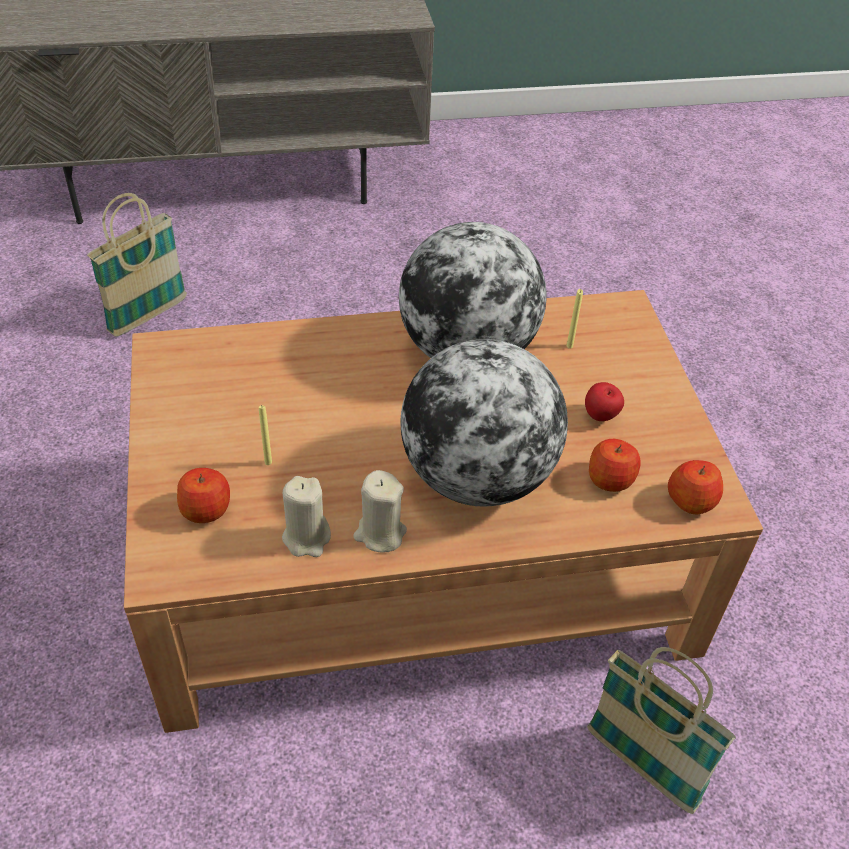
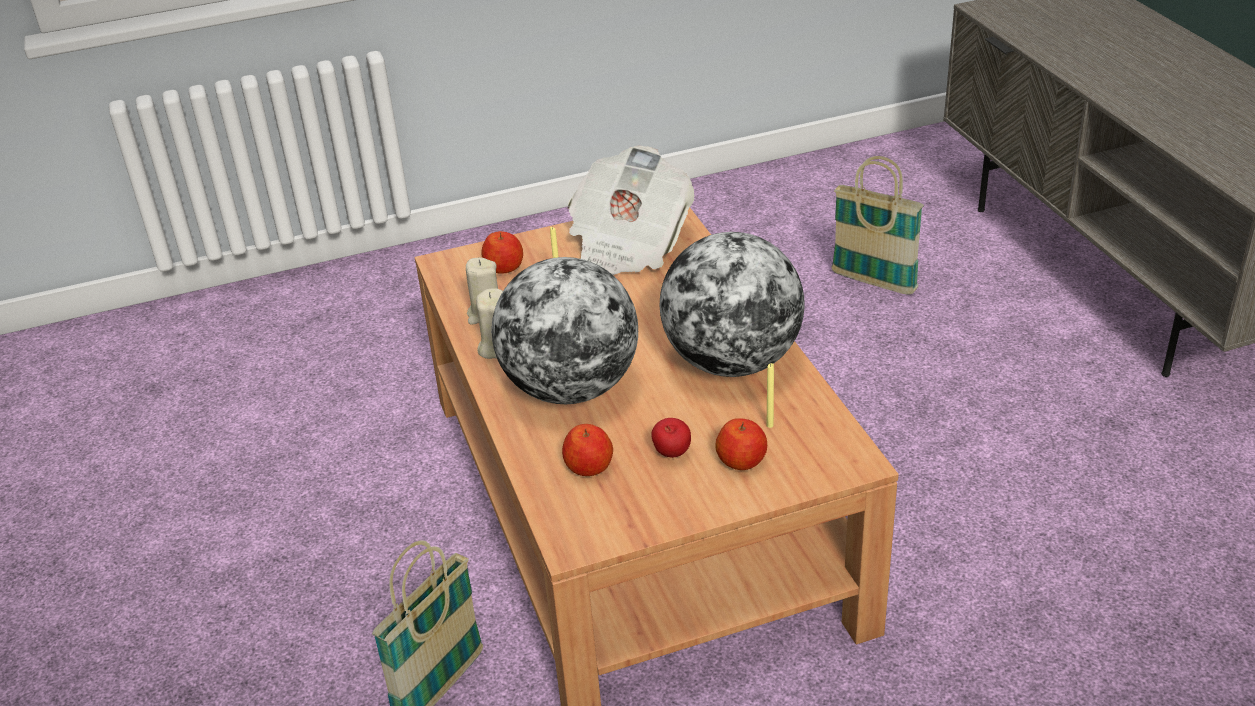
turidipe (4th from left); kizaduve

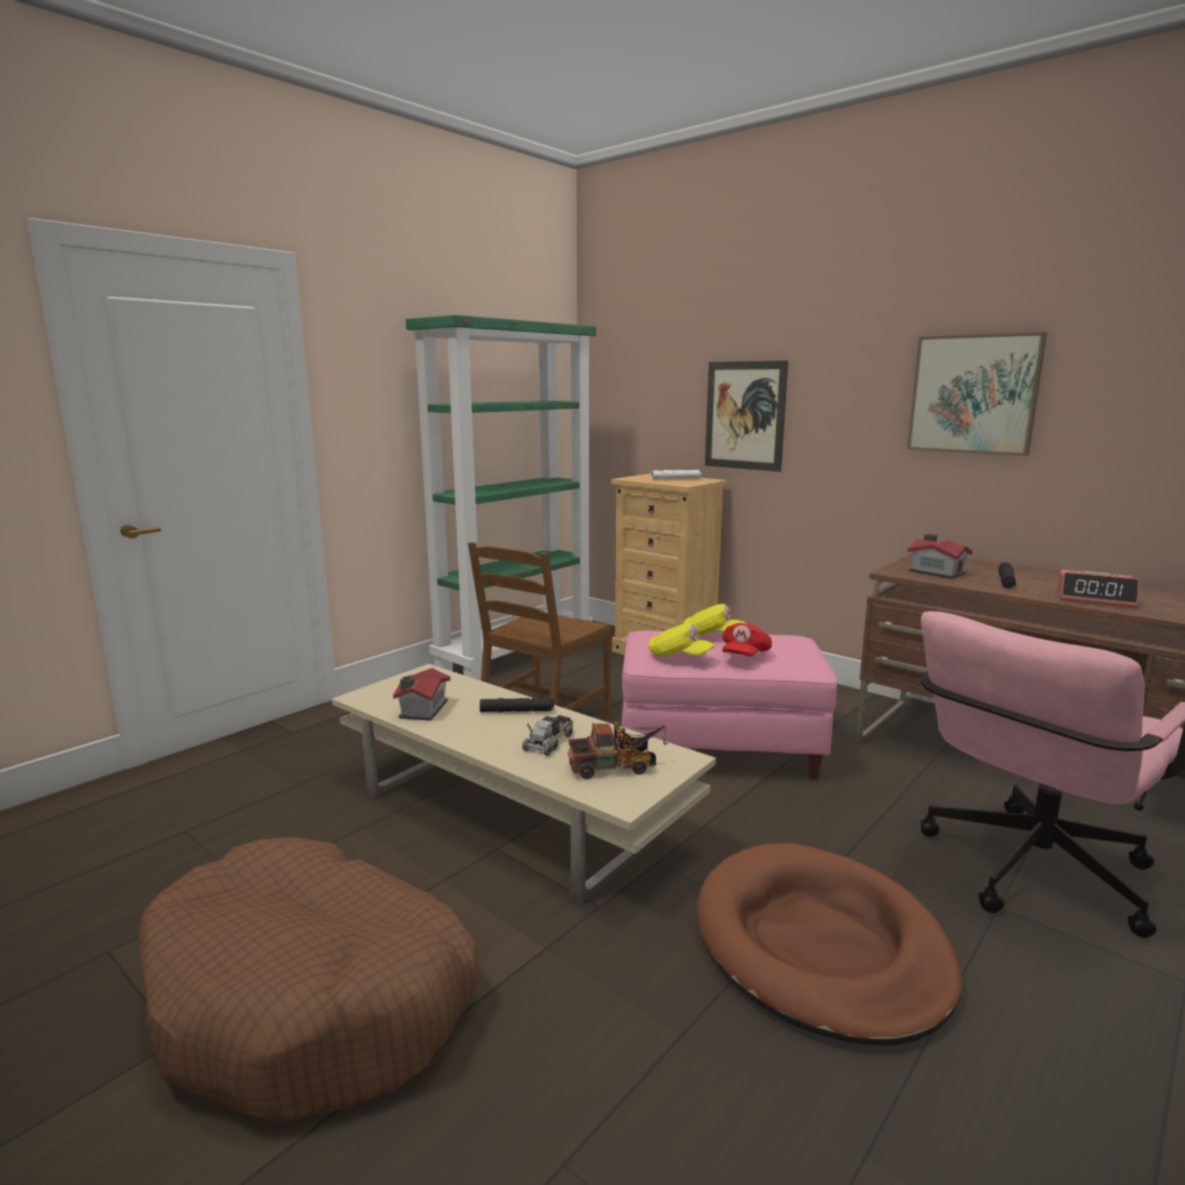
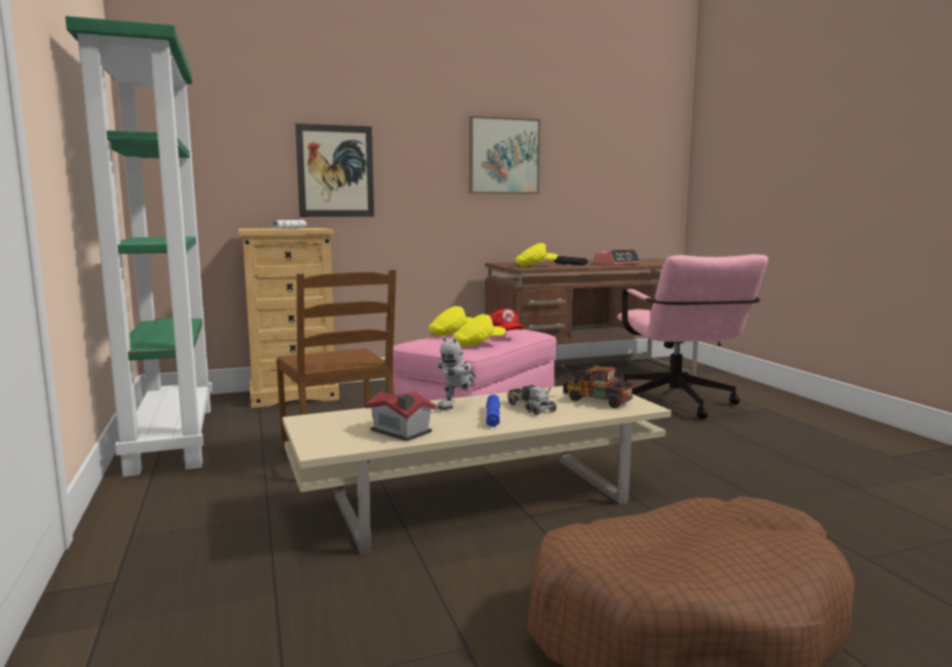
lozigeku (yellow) (3rd from left); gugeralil; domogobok (2nd from left); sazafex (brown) (2nd from left in the first image); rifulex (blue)

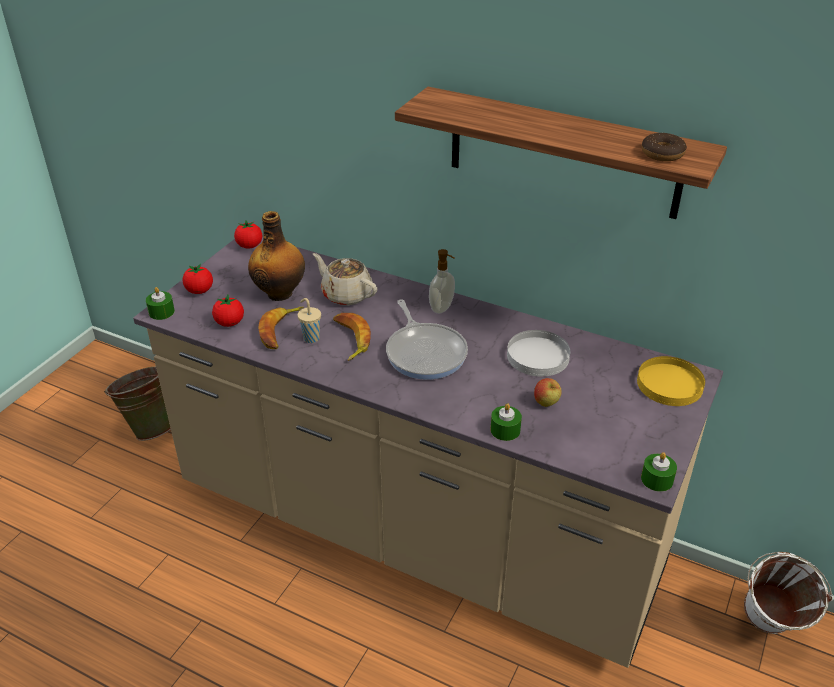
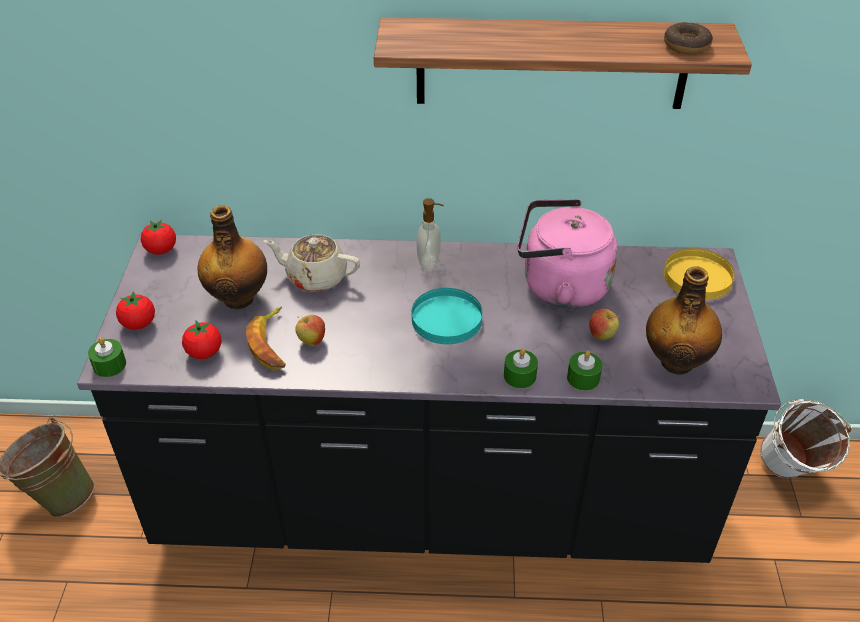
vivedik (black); turidipe (1st from left); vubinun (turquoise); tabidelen (2nd from left in the first image); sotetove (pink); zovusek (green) (2nd from left); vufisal (2nd from left)

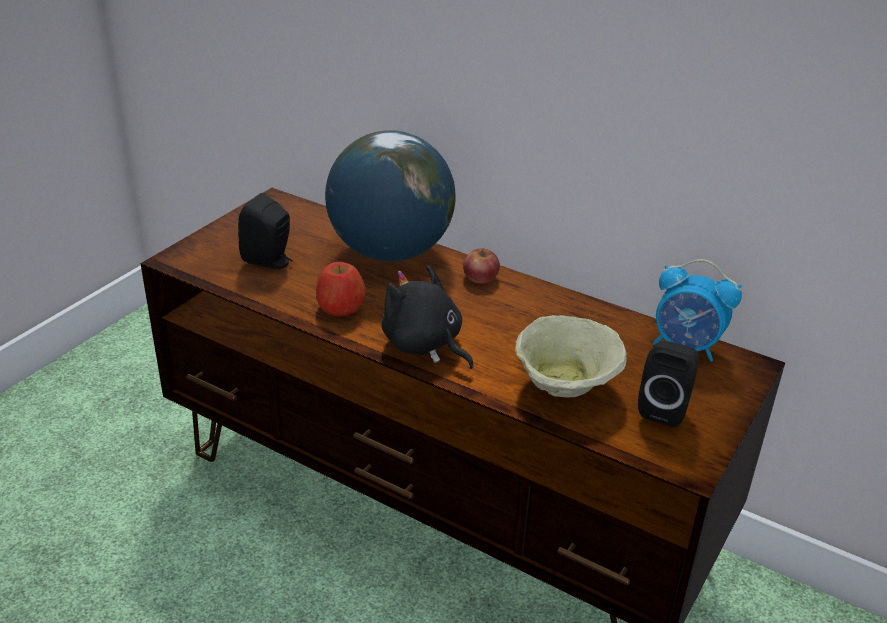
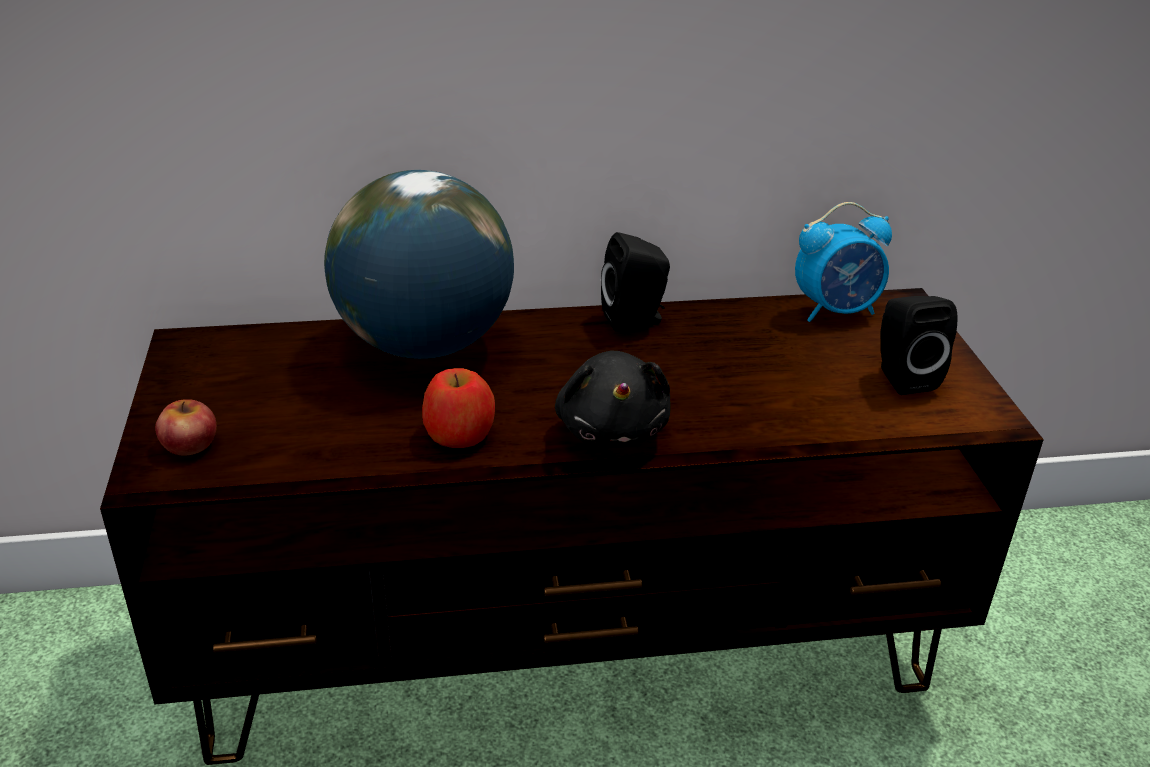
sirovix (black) (1st from left); turidipe (1st from left); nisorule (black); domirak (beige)

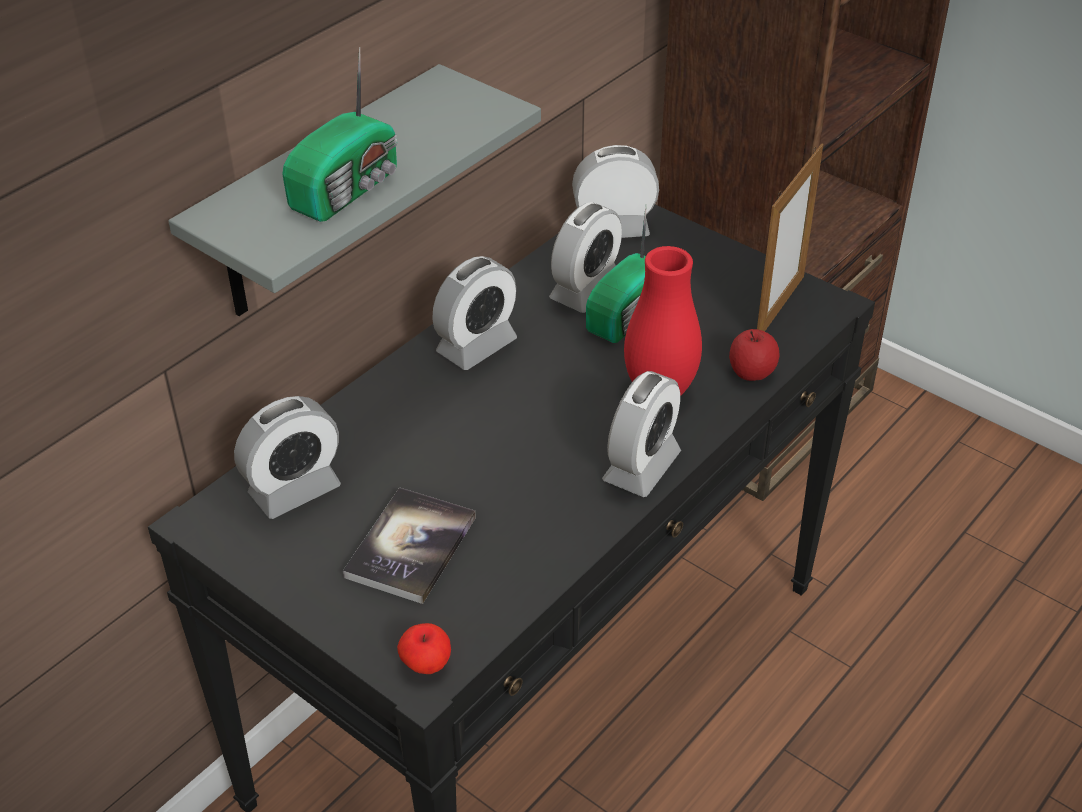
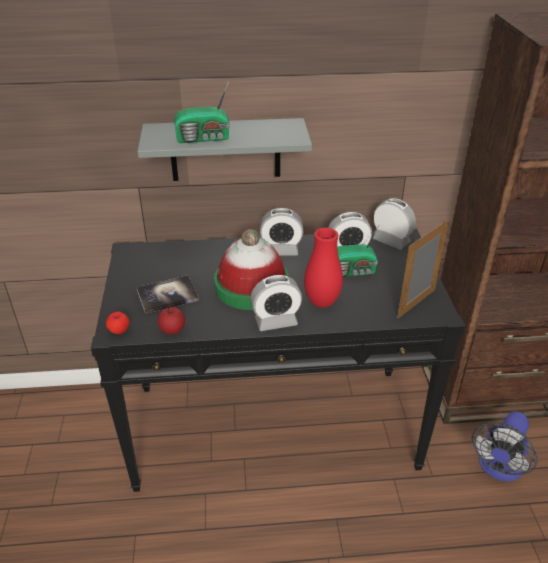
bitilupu; turidipe (2nd from left); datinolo (1st from left in the first image); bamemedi; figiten

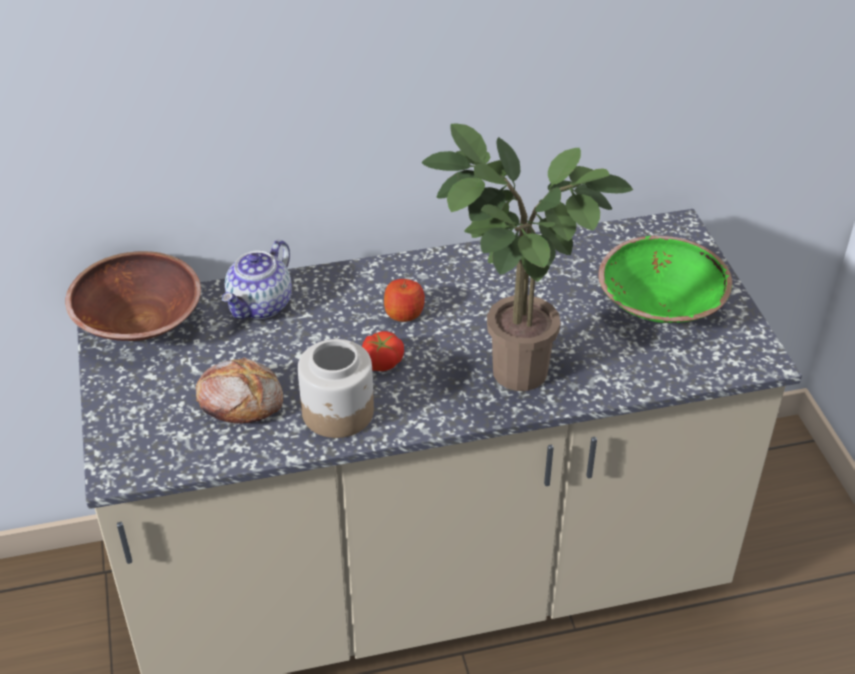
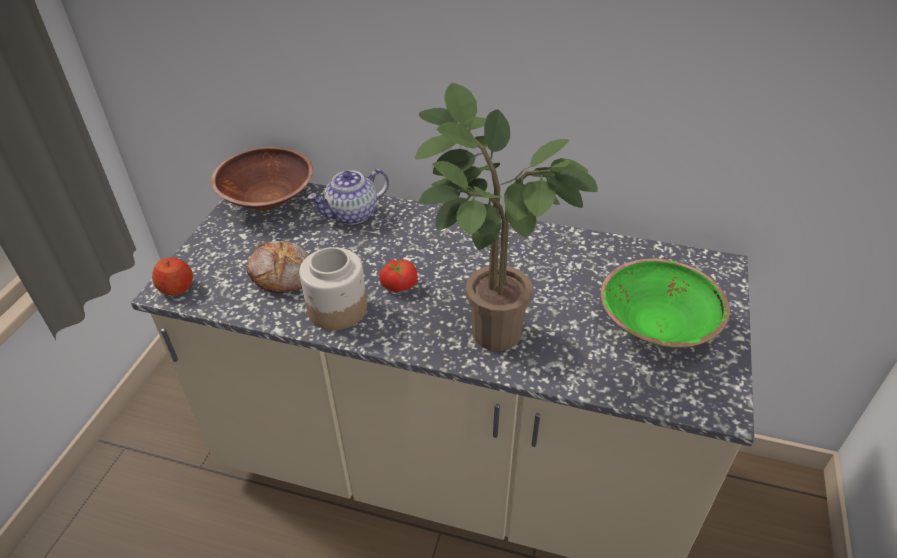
turidipe

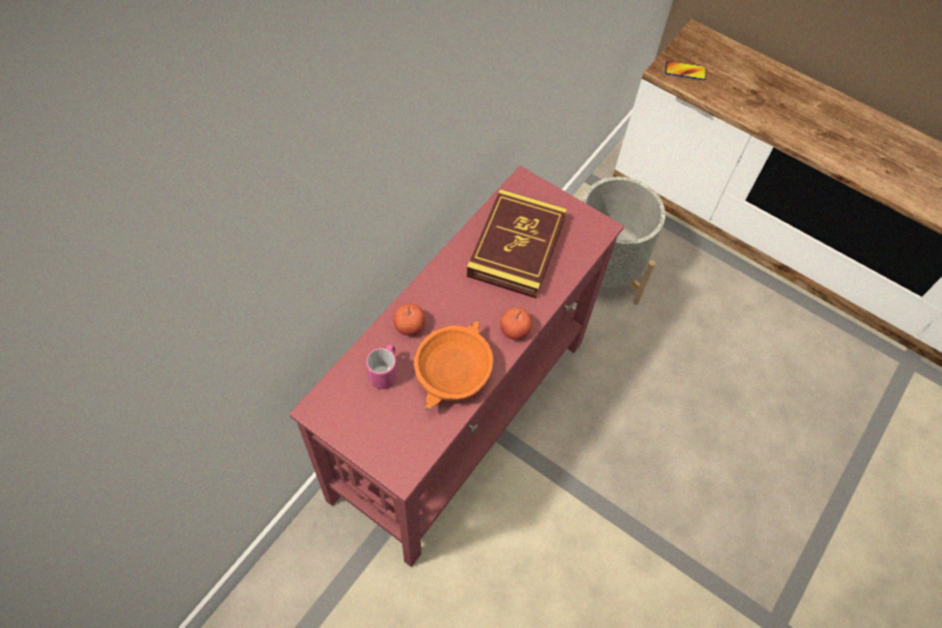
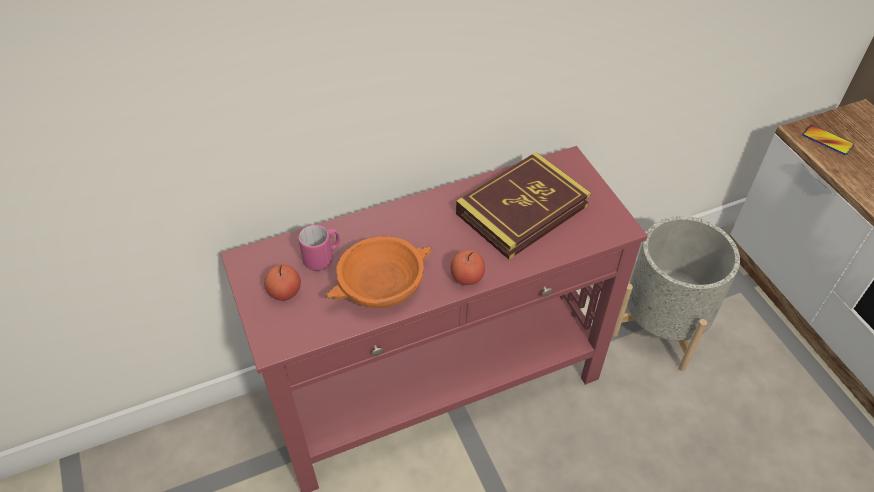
turidipe (1st from left)

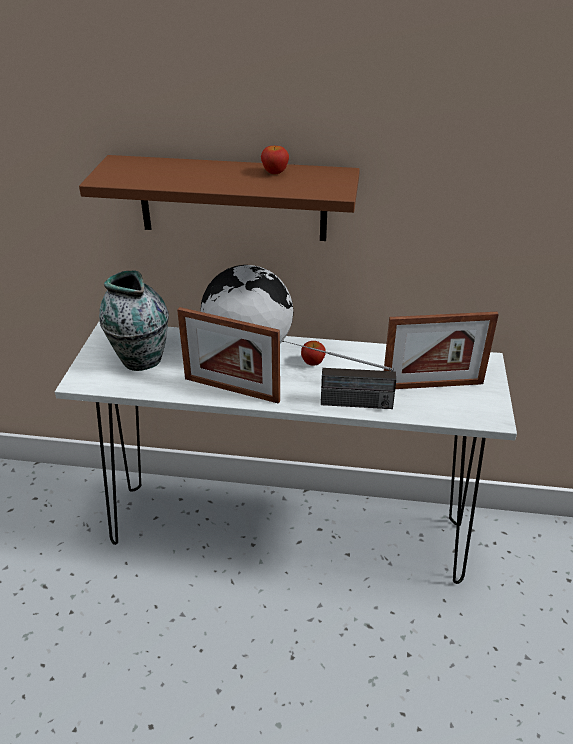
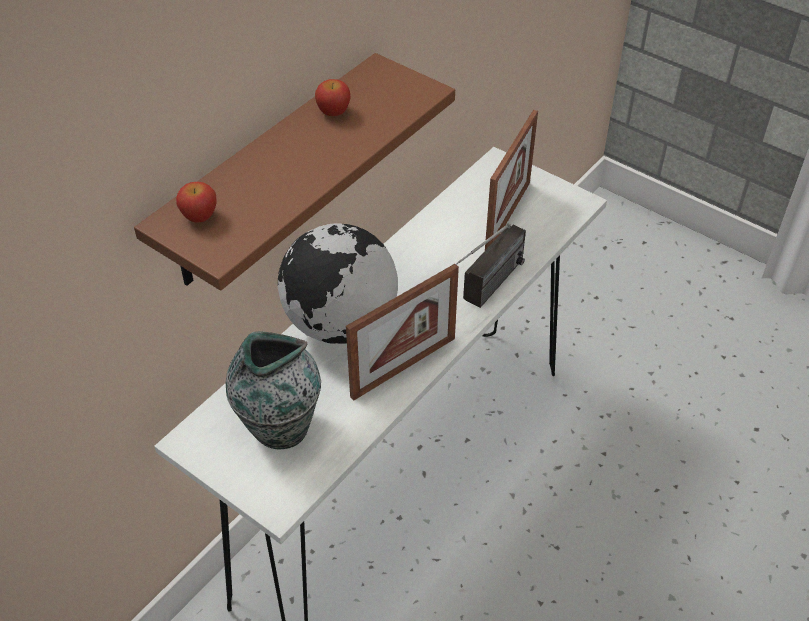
turidipe (1st from left)

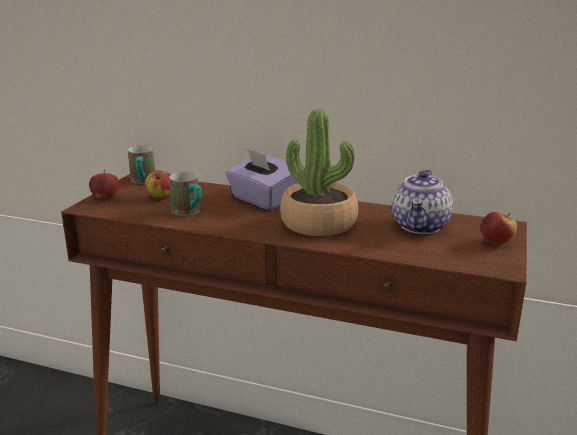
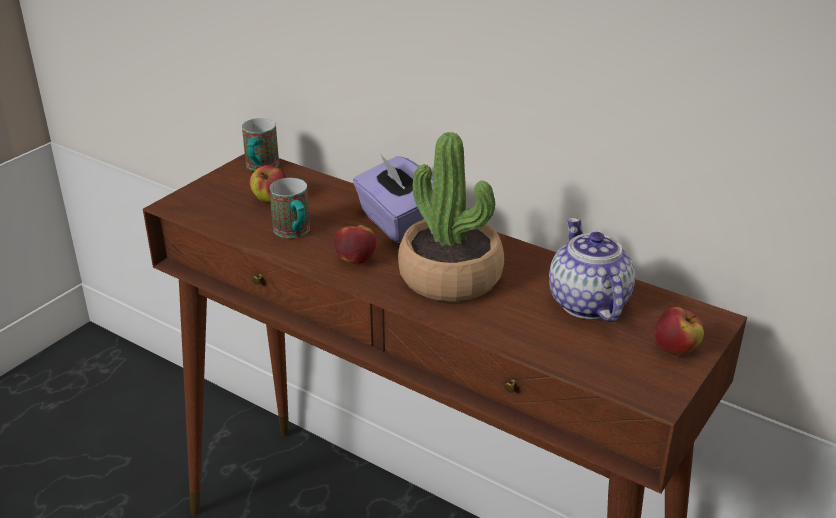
turidipe (2nd from left); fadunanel

